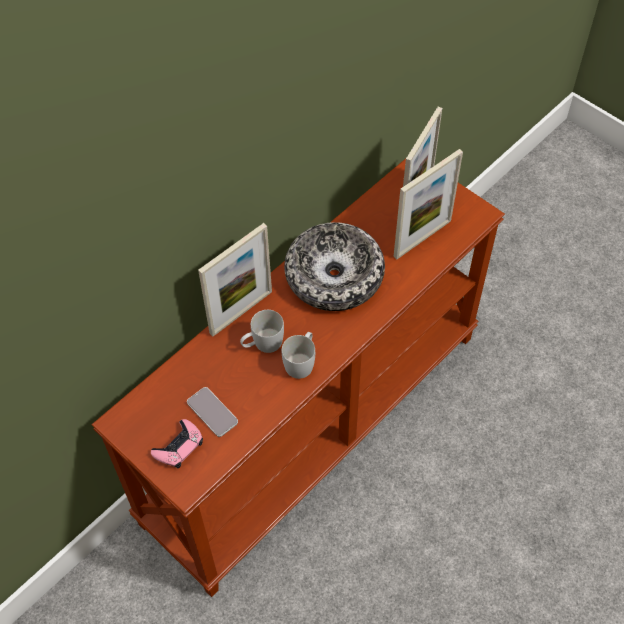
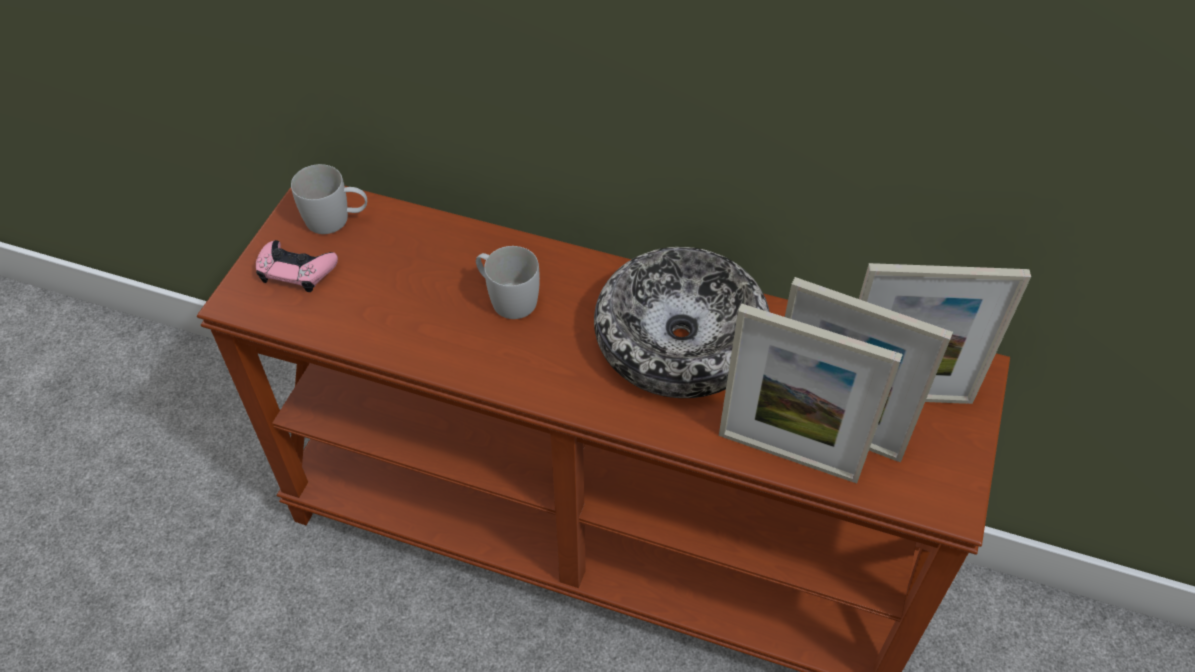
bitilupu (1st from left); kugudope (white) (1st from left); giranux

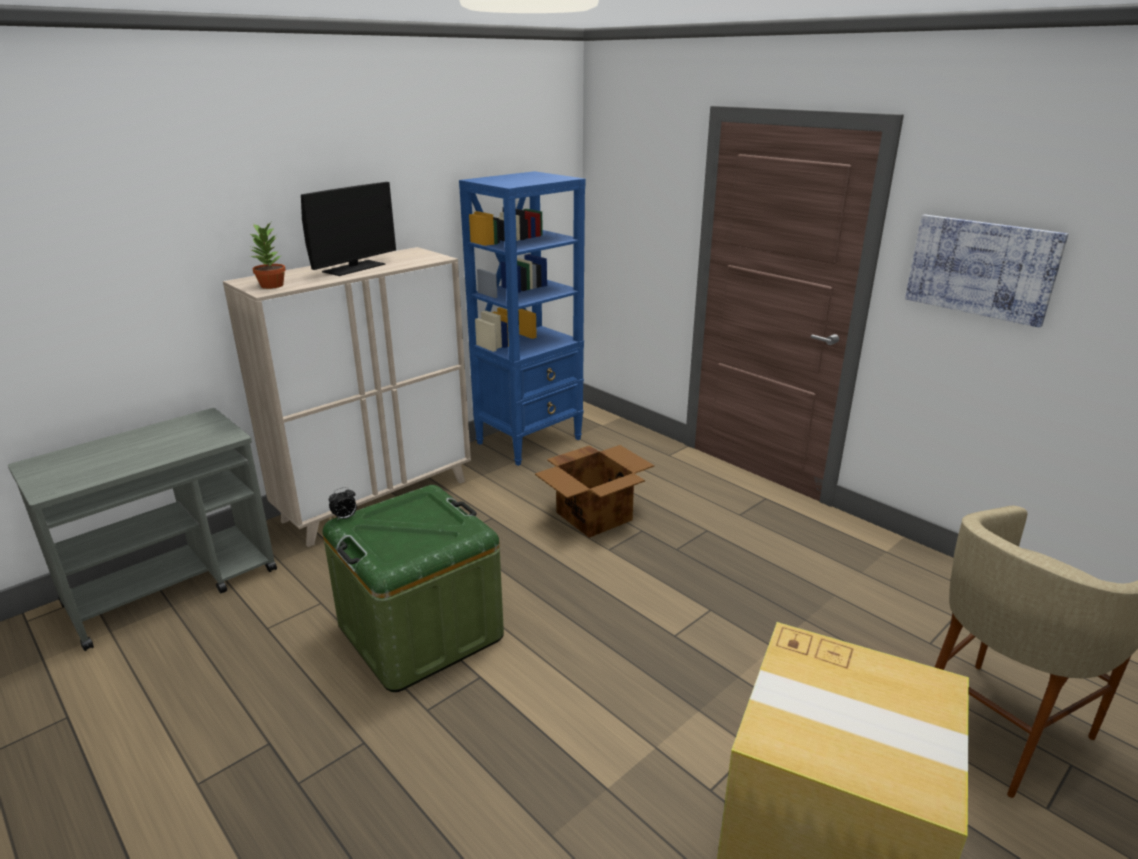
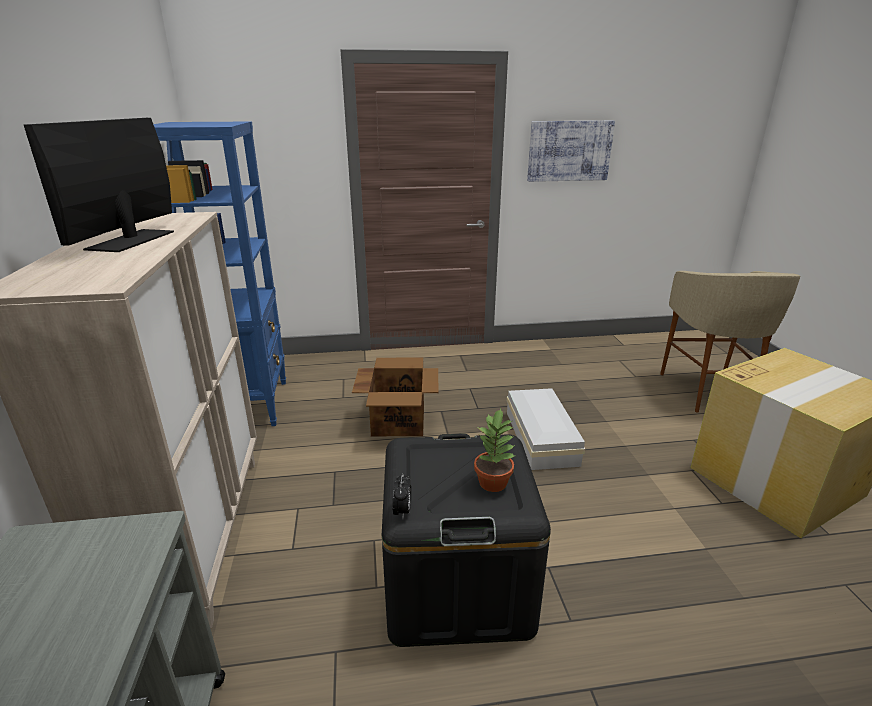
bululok; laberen; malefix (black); malefix (white)

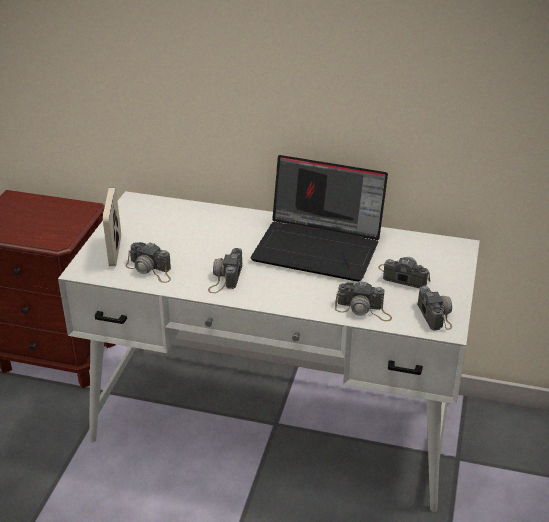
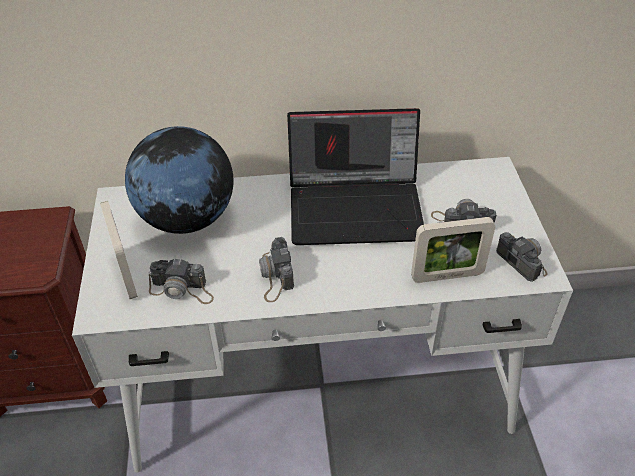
bitilupu (2nd from left); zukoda

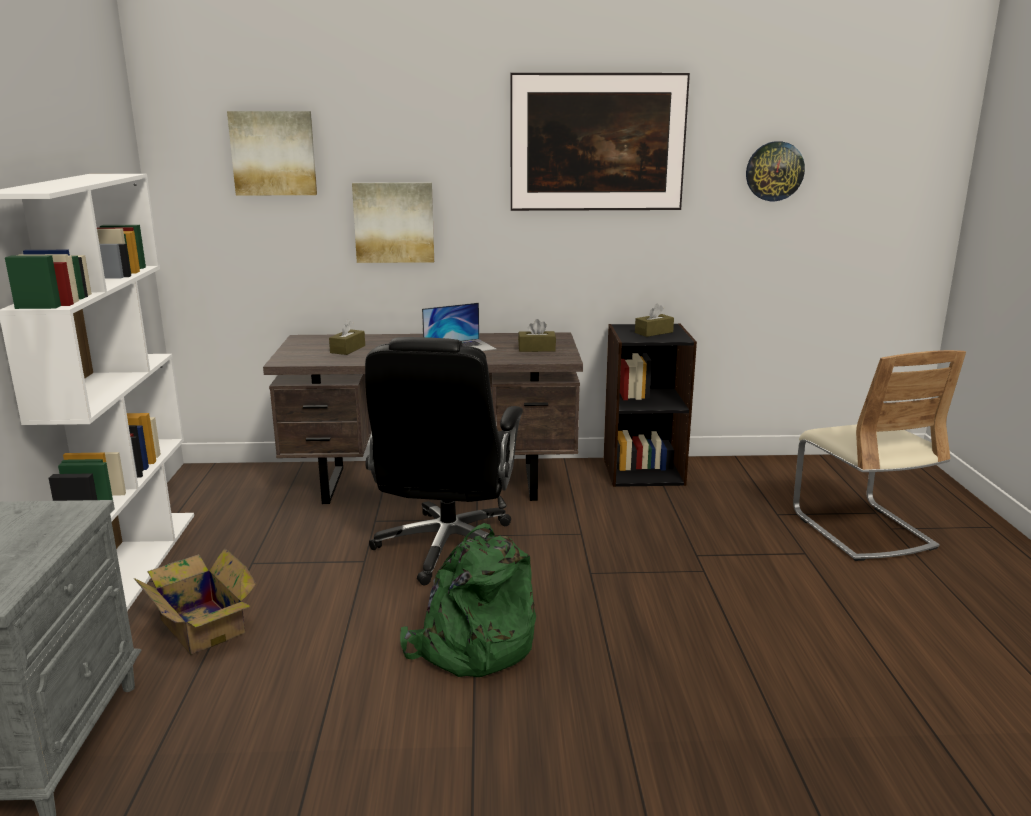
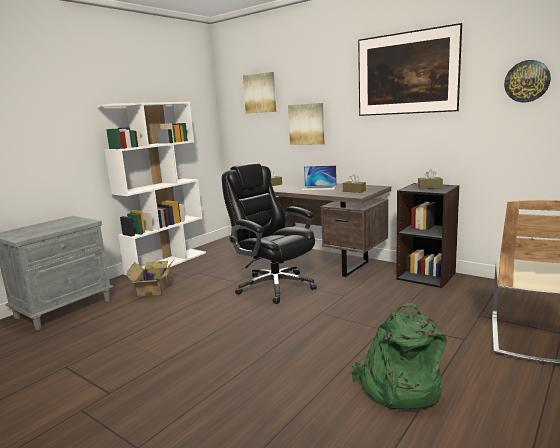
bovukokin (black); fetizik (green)

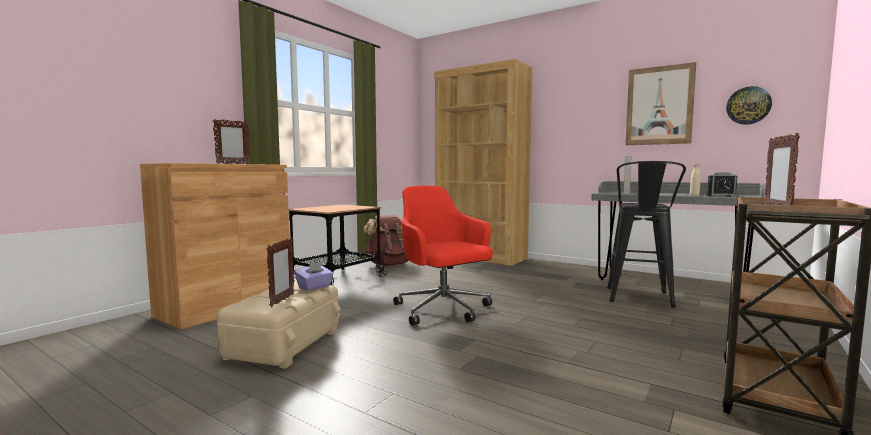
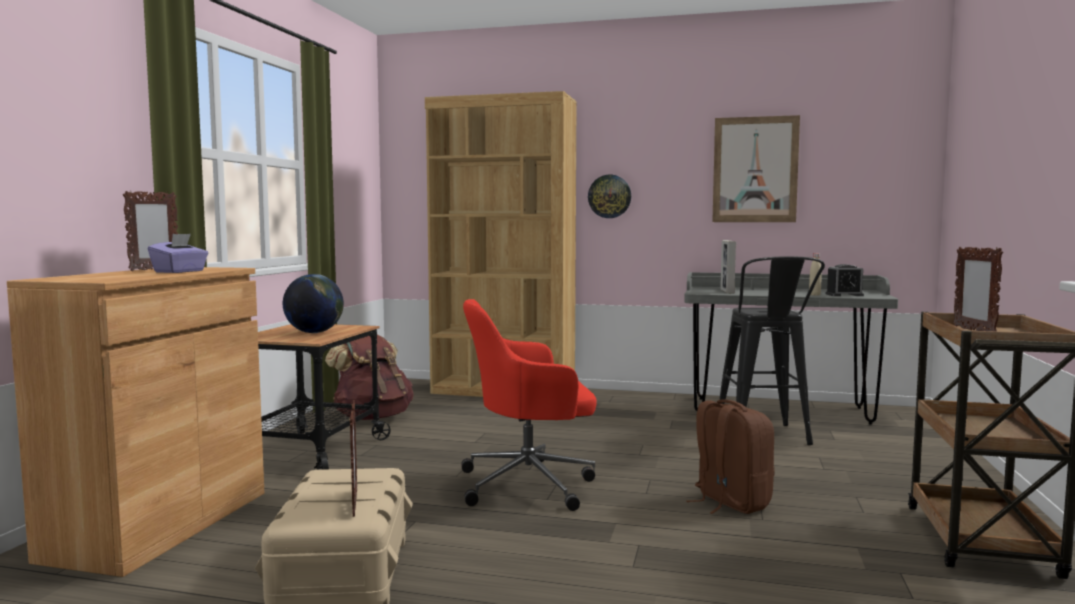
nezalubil; bovukokin (red); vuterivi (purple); zukoda; fetizik (brown) (2nd from left)

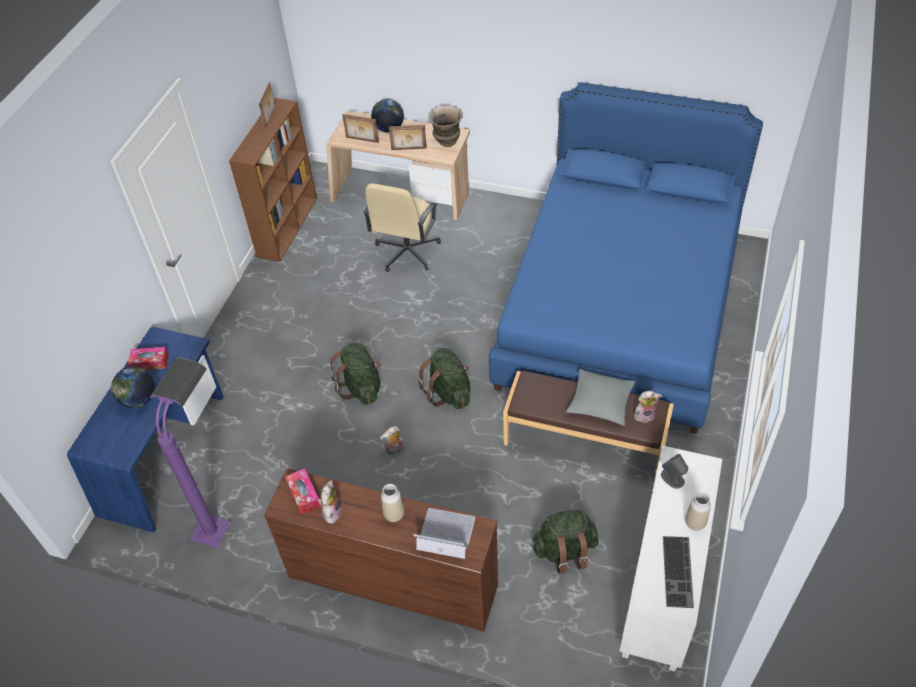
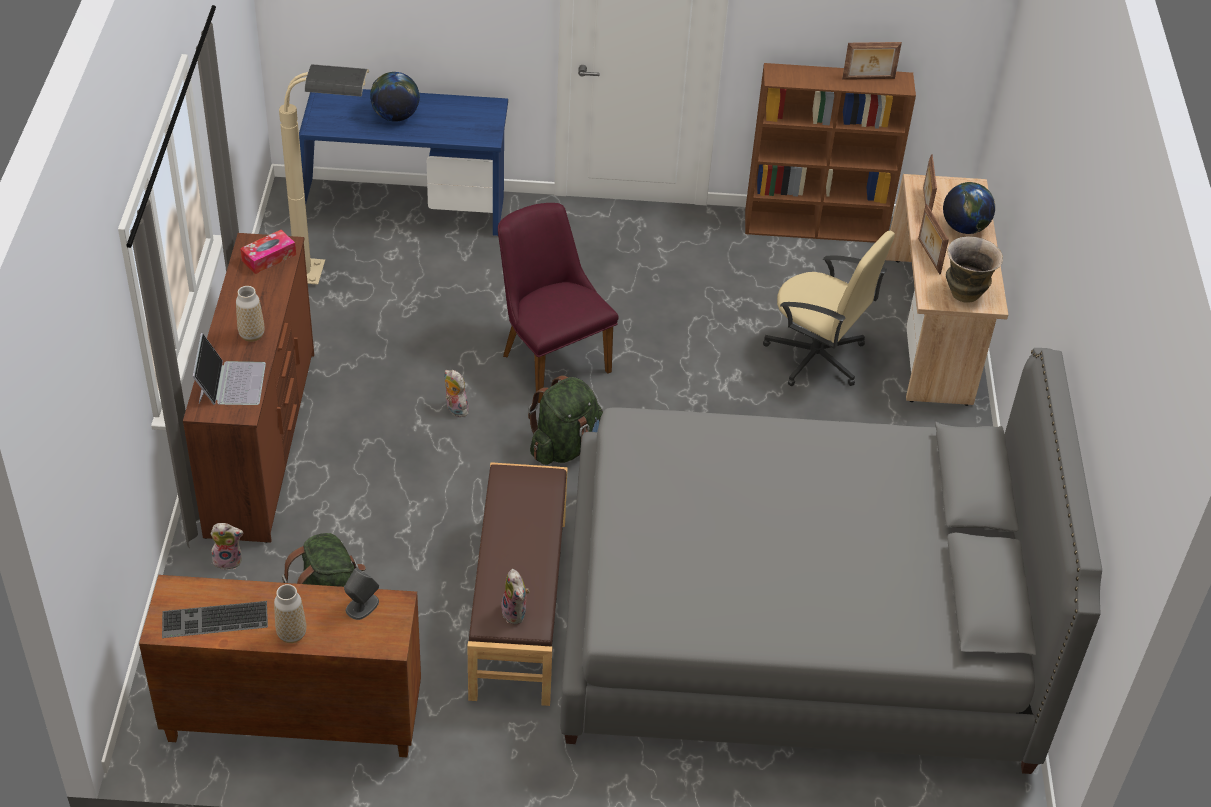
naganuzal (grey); bovukokin (beige); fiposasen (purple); vuterivi (1st from left in the first image); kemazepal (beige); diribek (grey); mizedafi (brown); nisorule (1st from left)

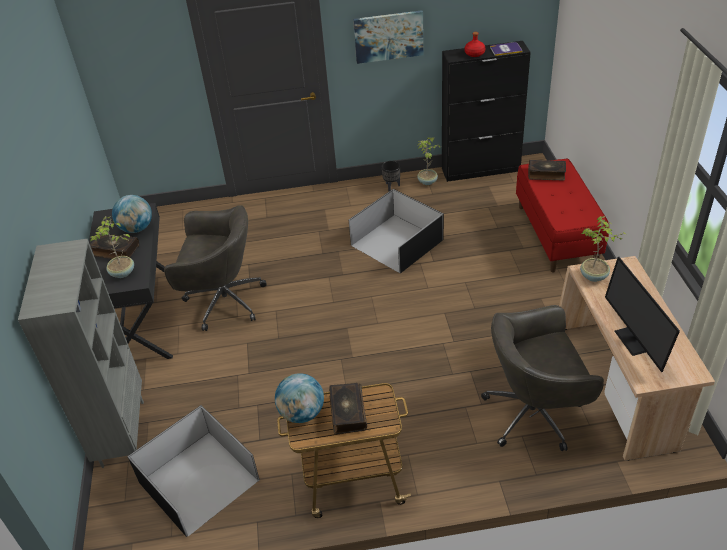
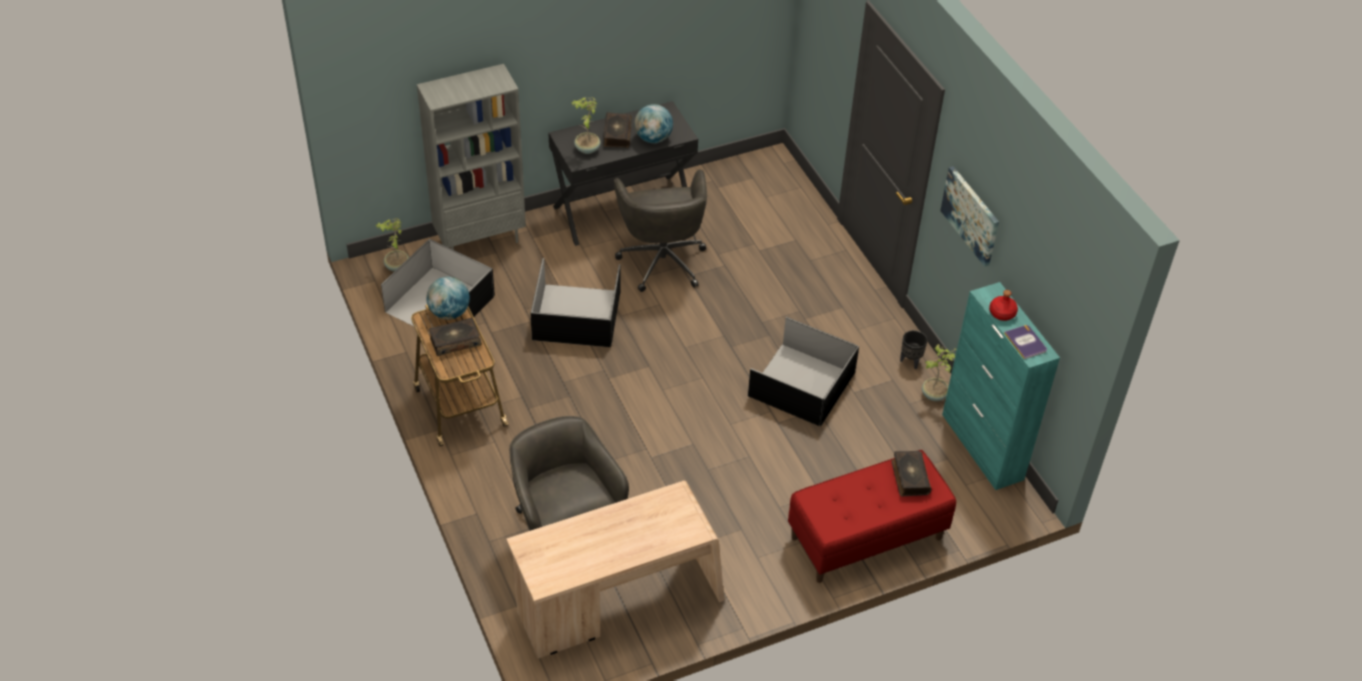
mizedafi (turquoise); laberen (1st from left); bululok; malefix (black) (2nd from left)

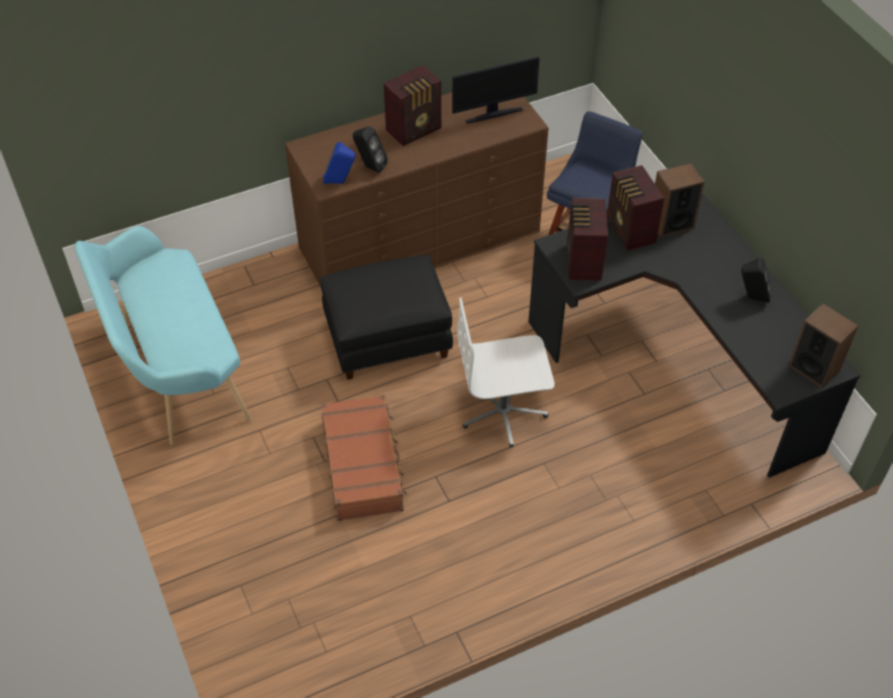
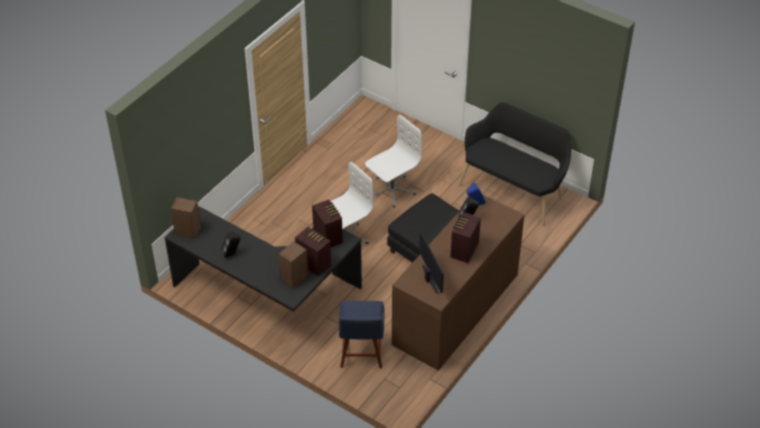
bululok; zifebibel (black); bovukokin (white) (2nd from left)

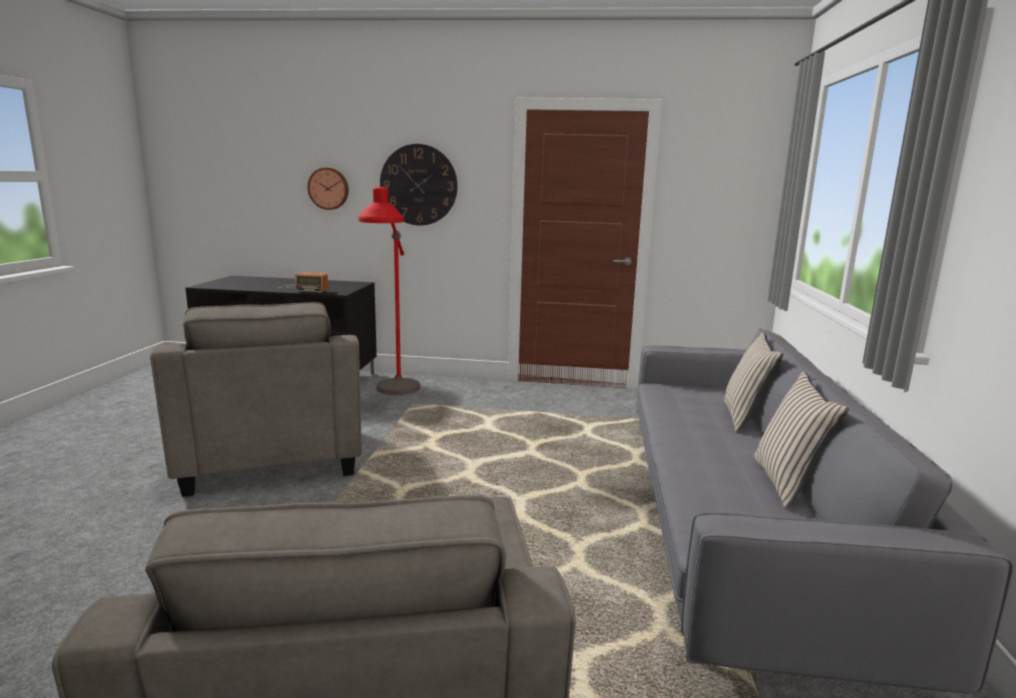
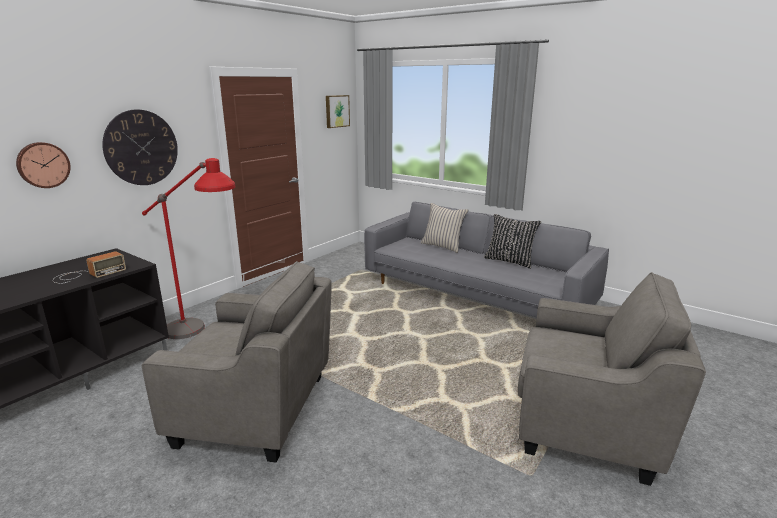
diribek (black); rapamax

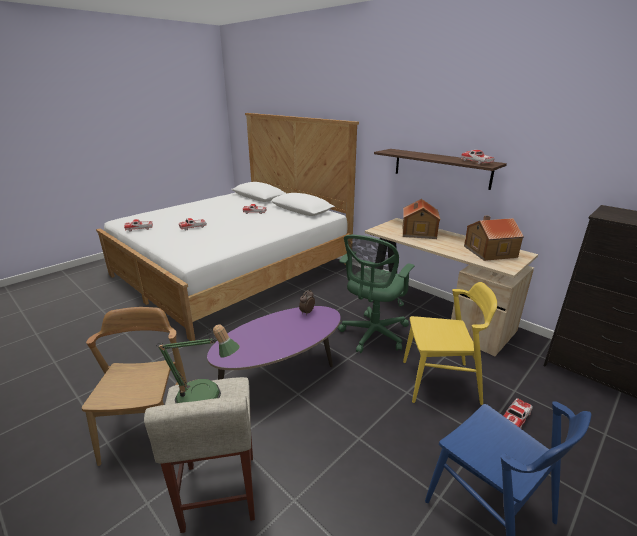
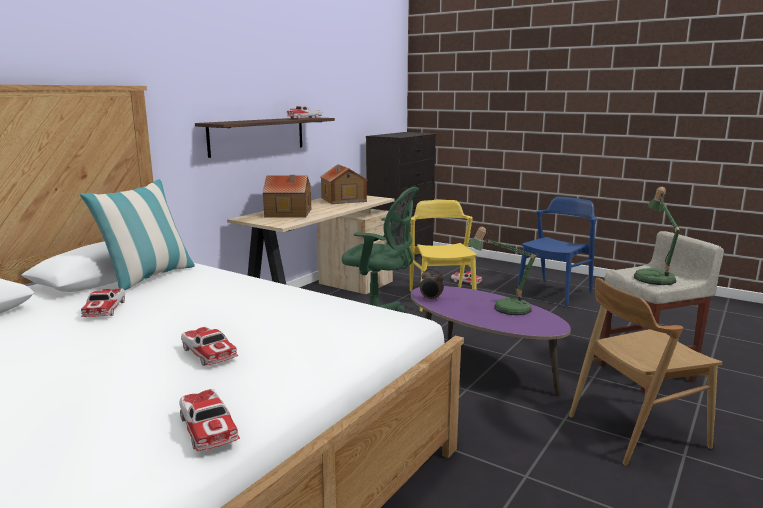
diribek; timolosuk (1st from left)

